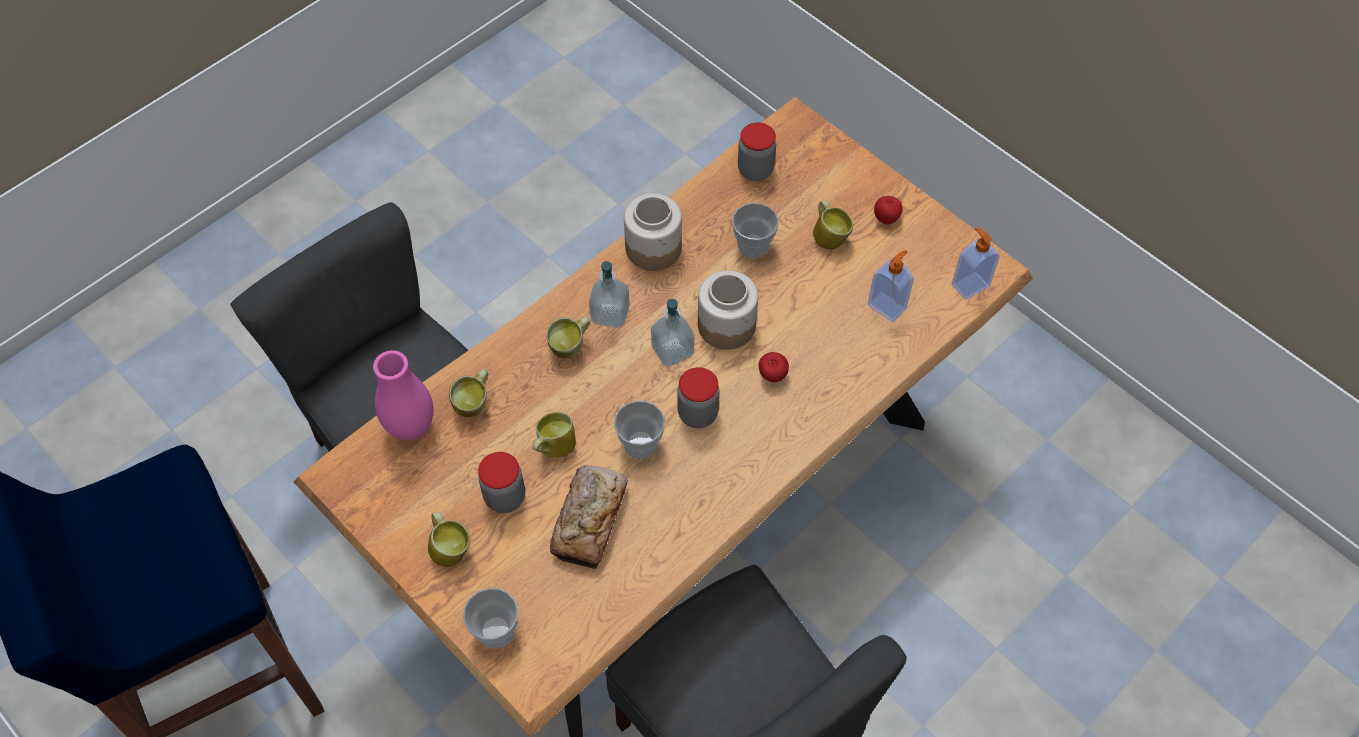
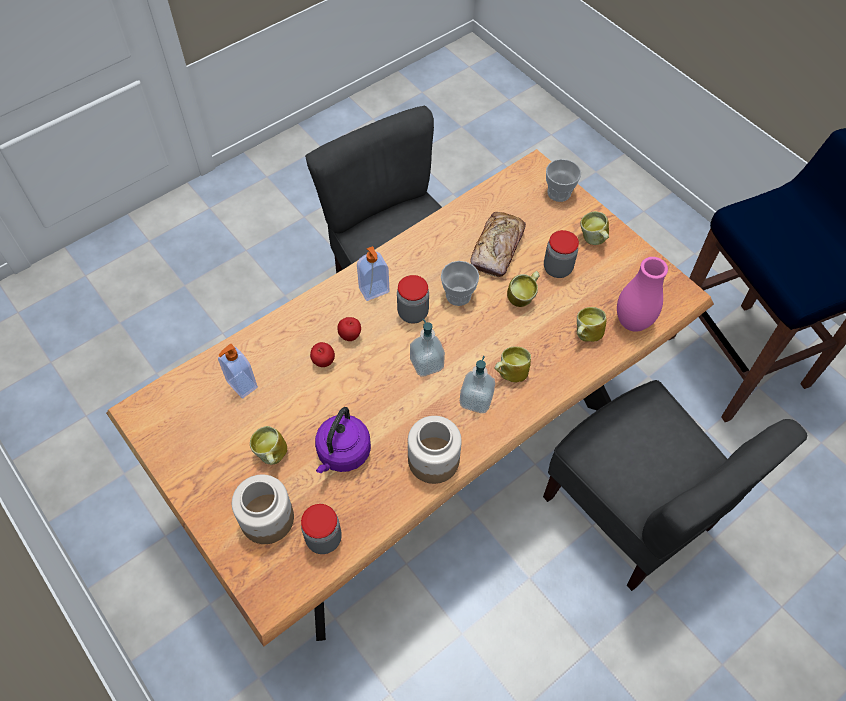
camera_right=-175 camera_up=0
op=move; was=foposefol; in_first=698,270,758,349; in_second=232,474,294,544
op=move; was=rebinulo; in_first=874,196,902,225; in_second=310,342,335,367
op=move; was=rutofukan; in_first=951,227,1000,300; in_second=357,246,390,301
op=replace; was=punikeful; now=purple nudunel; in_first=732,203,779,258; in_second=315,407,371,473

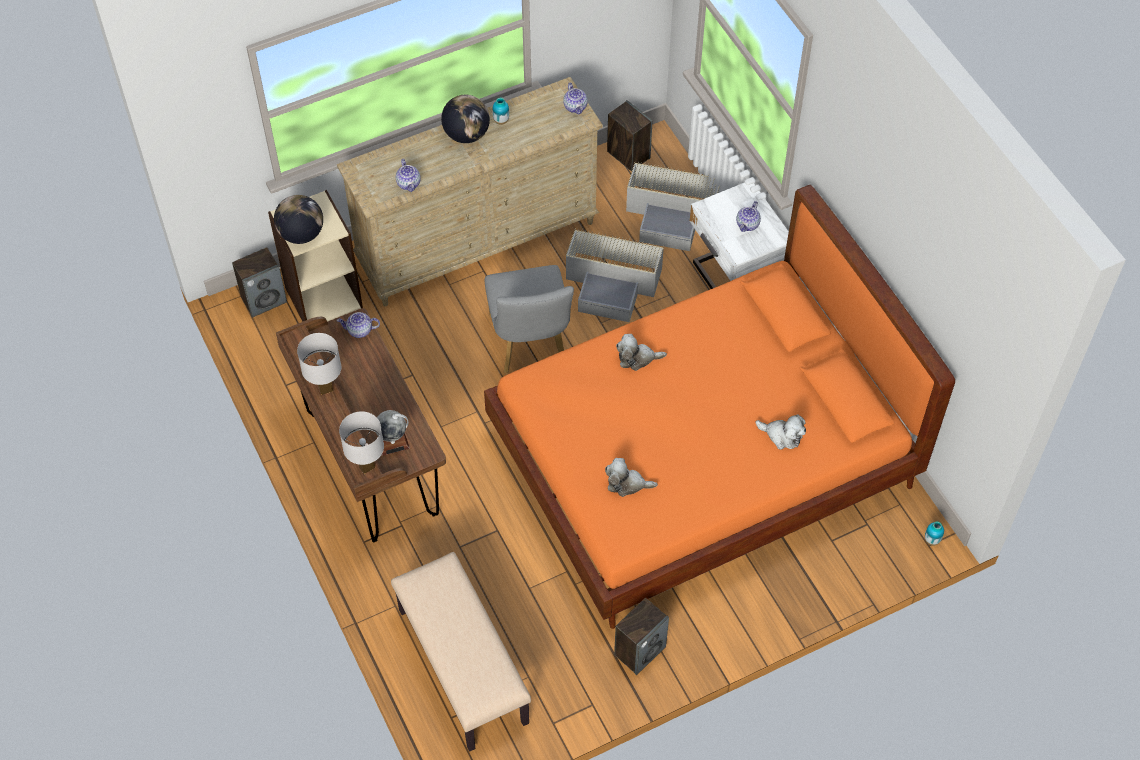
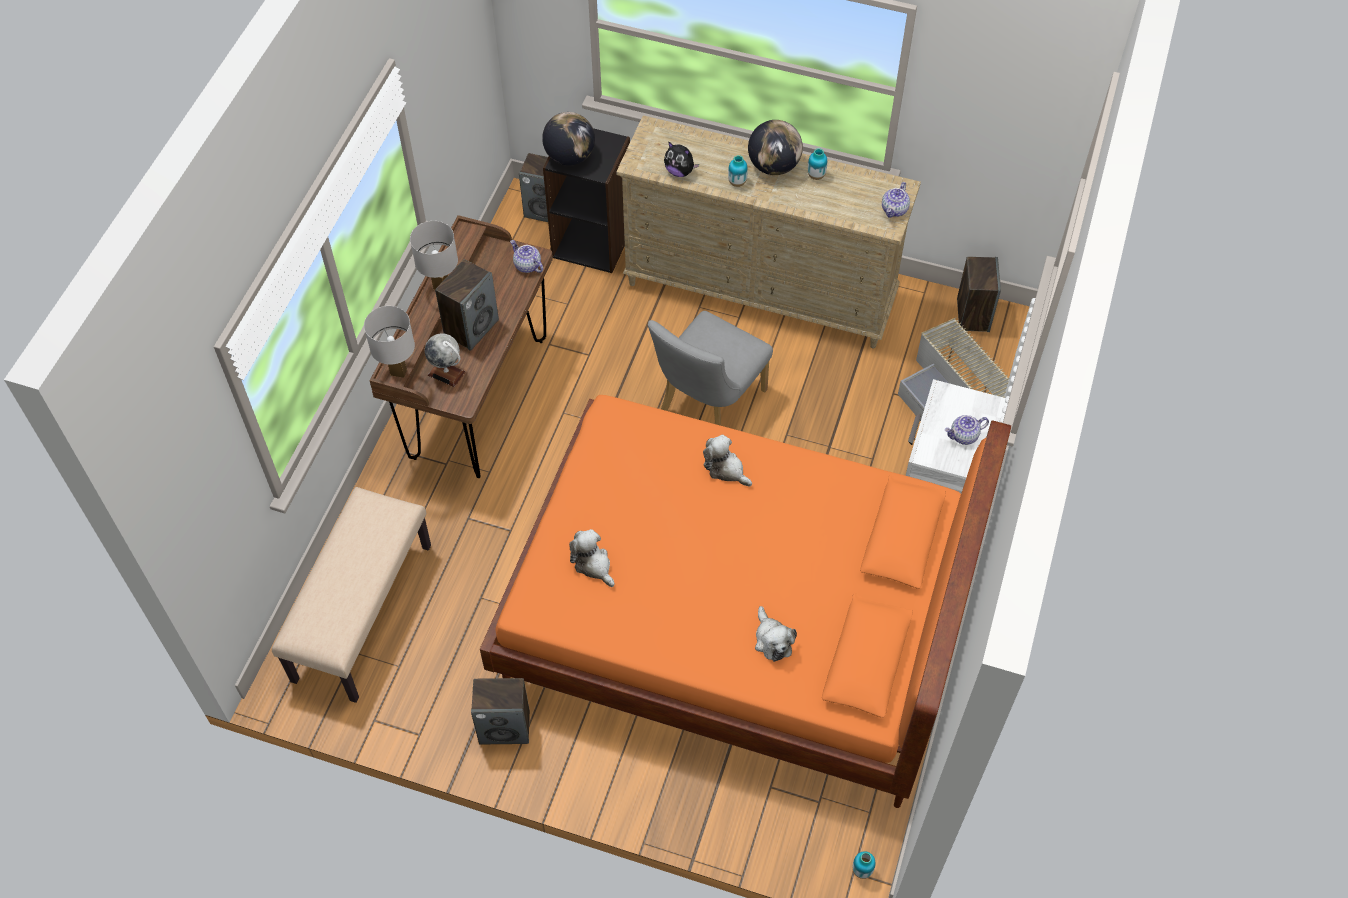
camera_right=45 camera_up=0
op=delete; was=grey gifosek; in_first=566,228,664,322
op=insert; now=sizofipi; in_second=435,259,499,351
op=insert; now=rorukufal; in_second=728,155,748,187
op=replace; was=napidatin; now=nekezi; in_first=396,159,421,192; in_second=664,142,699,177
op=recolor; was=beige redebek; now=black redebek; in_first=268,190,363,322; in_second=543,128,630,273

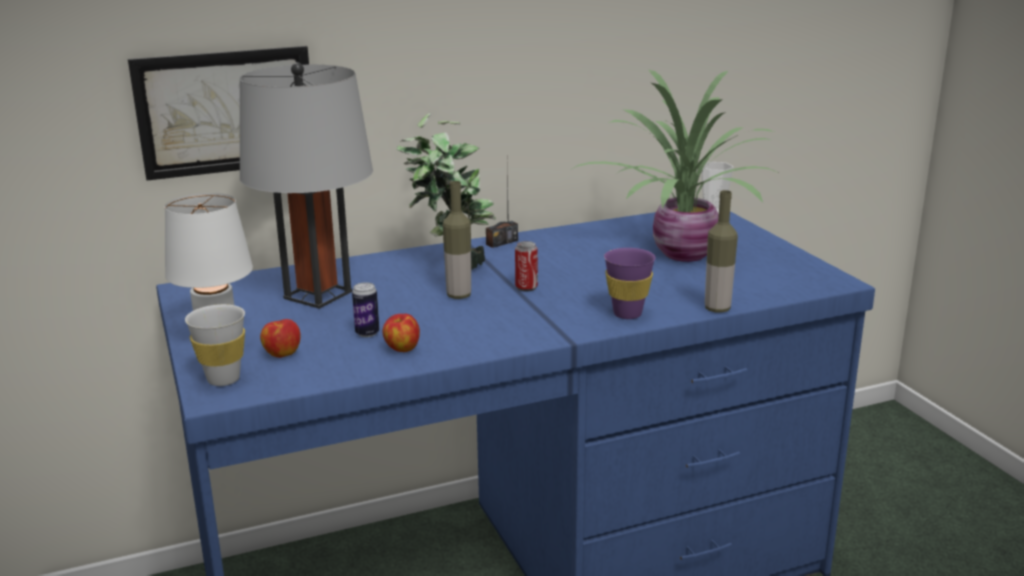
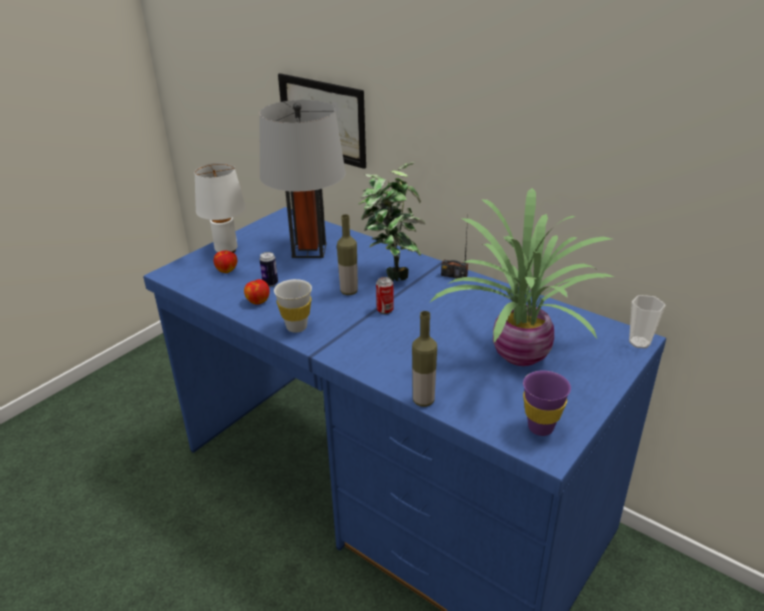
camera_right=60 camera_up=10
op=move; was=white punikeful; in_first=185,304,245,386; in_second=274,279,312,333
op=move; was=purple punikeful; in_first=604,248,656,319; in_second=523,371,571,436

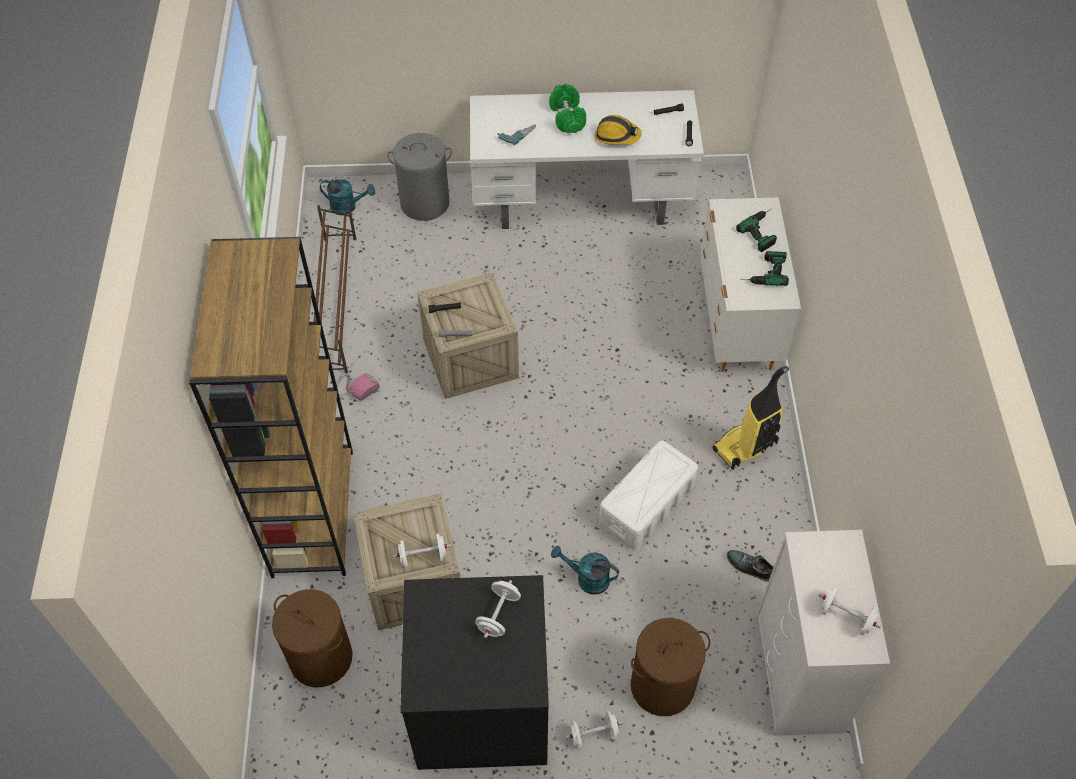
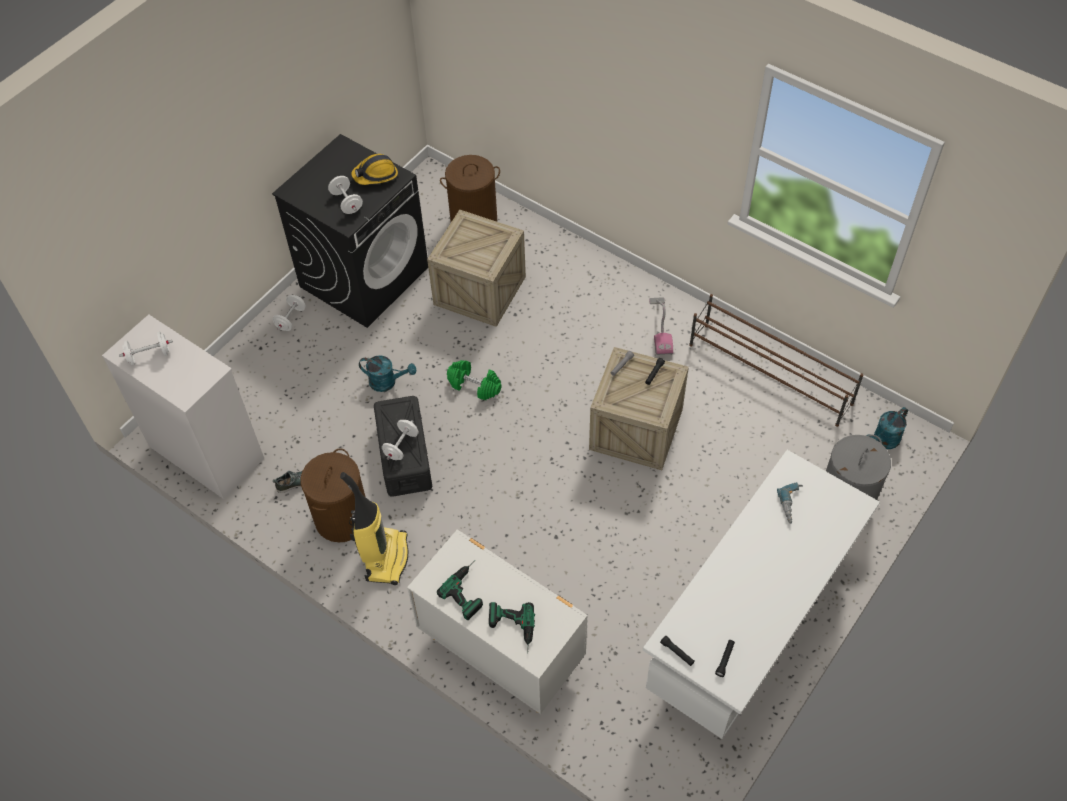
camera_right=130 camera_up=0
op=delete; was=brown redebek; in_first=189,237,353,578
op=move; was=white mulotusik; in_first=393,533,451,568; in_second=382,420,419,460
op=move; was=green mulotusik; in_first=549,84,586,133; in_second=447,360,502,400
op=move; was=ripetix; in_first=594,115,642,145; in_second=351,154,398,185
op=move; was=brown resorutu; in_first=631,618,710,716; in_second=300,448,366,542
op=recolor; was=white gifosek; now=black gifosek; in_first=599,441,698,550; in_second=374,396,432,497
op=rotate; was=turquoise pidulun; in_first=551,546,619,595; in_second=359,355,416,392; clockwise=45

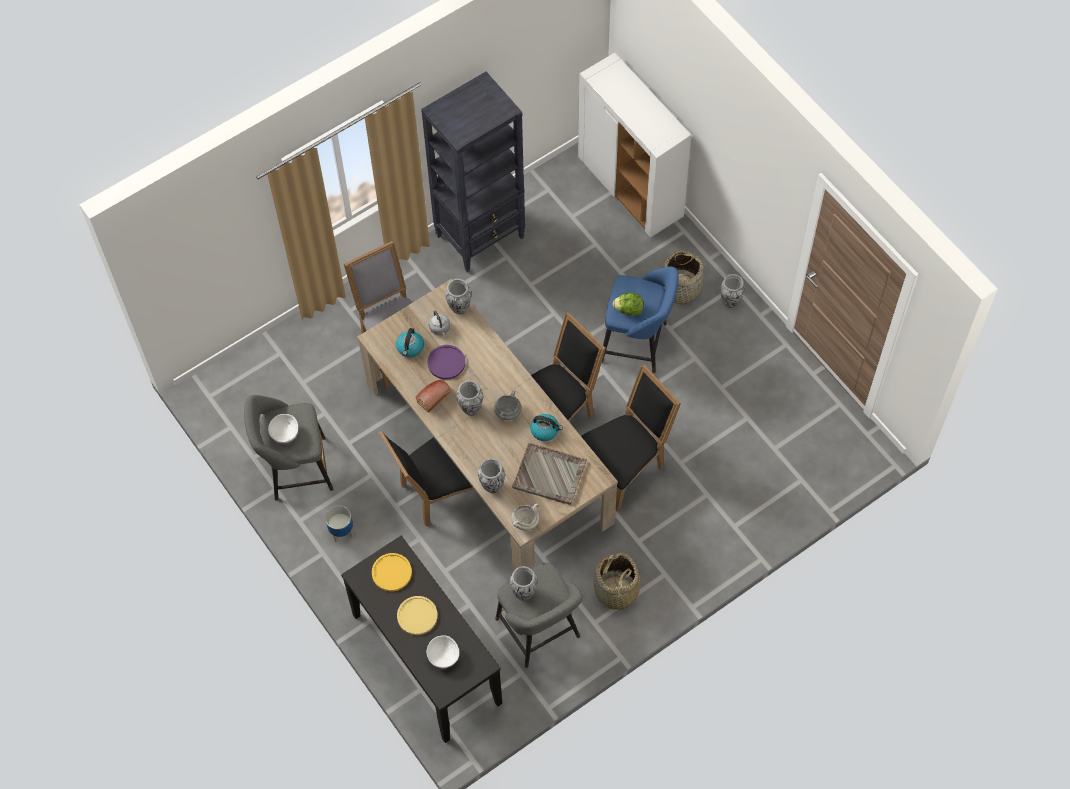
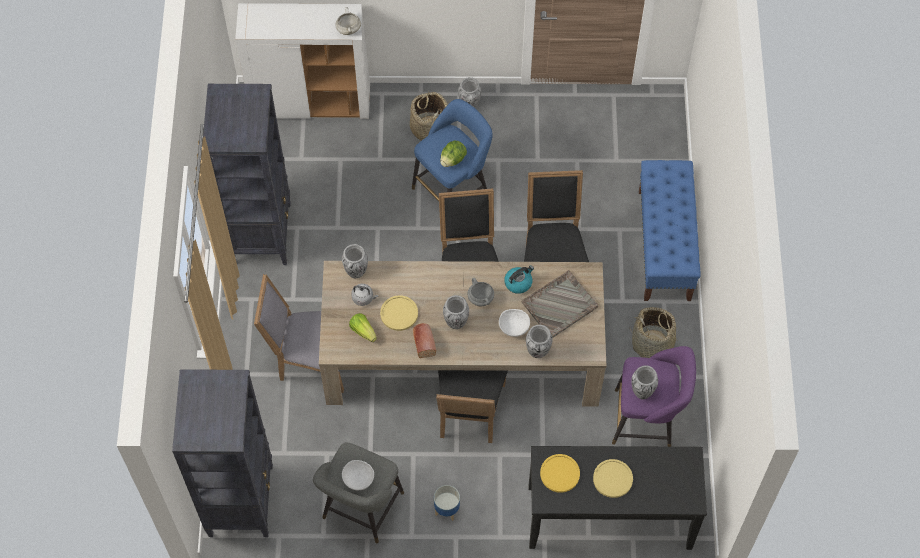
camera_right=-55 camera_up=0
op=insert; now=black redebek; in_second=172,369,273,538
op=insert; now=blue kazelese; in_second=639,160,700,301
op=move; was=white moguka; in_first=427,635,459,668; in_second=499,309,530,337
op=move; was=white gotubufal; in_first=511,503,539,531; in_second=335,7,361,35
op=replace; was=nudunel; now=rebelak; in_first=396,328,424,357; in_second=349,313,377,342
op=recolor; was=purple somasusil; now=yellow somasusil; in_first=428,345,465,380; in_second=380,295,418,331
op=recolor; was=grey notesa; now=purple notesa; in_first=495,562,583,668; in_second=612,346,696,447

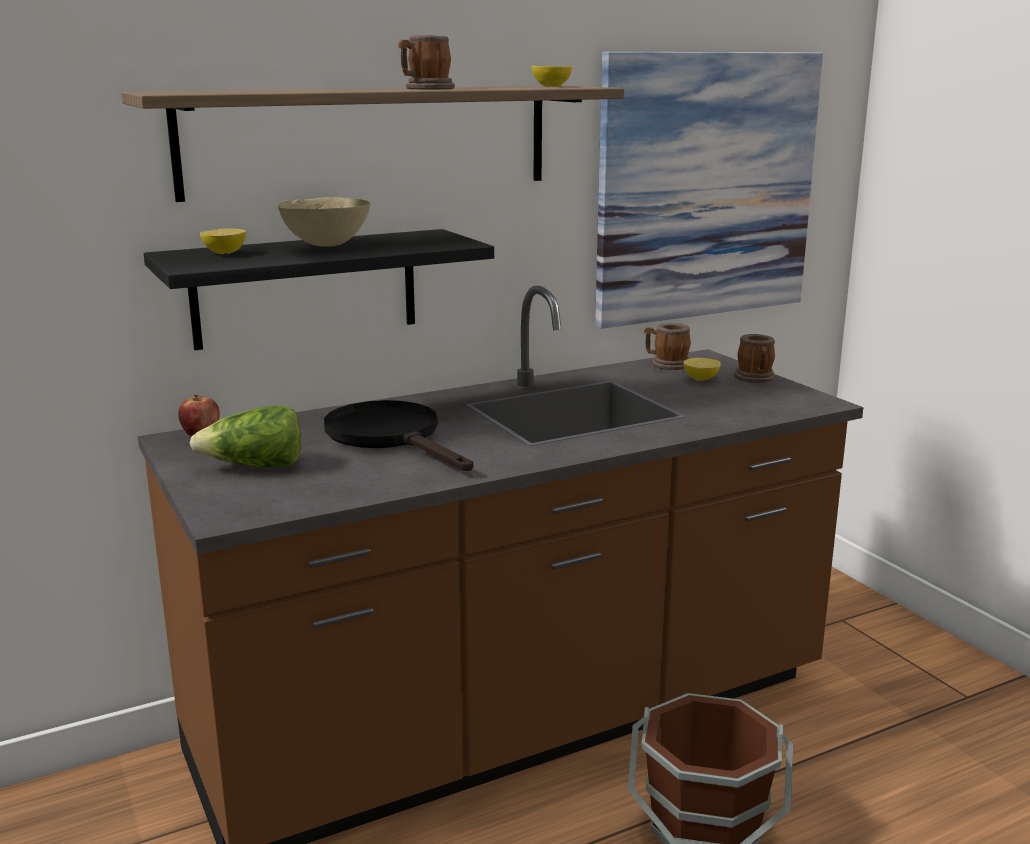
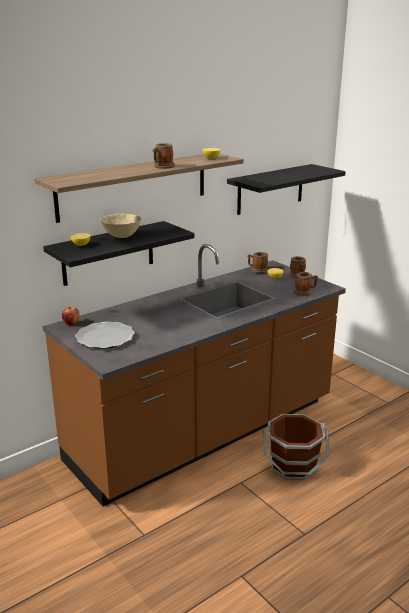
camera_right=-10 camera_up=5
op=delete; was=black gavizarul; in_first=324,400,473,471
op=insert; now=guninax; in_second=294,272,318,296
op=replace; was=rebelak; now=somasusil; in_first=190,405,301,467; in_second=75,321,135,349
op=replace; was=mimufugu; now=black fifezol; in_first=595,52,823,329; in_second=227,164,346,215

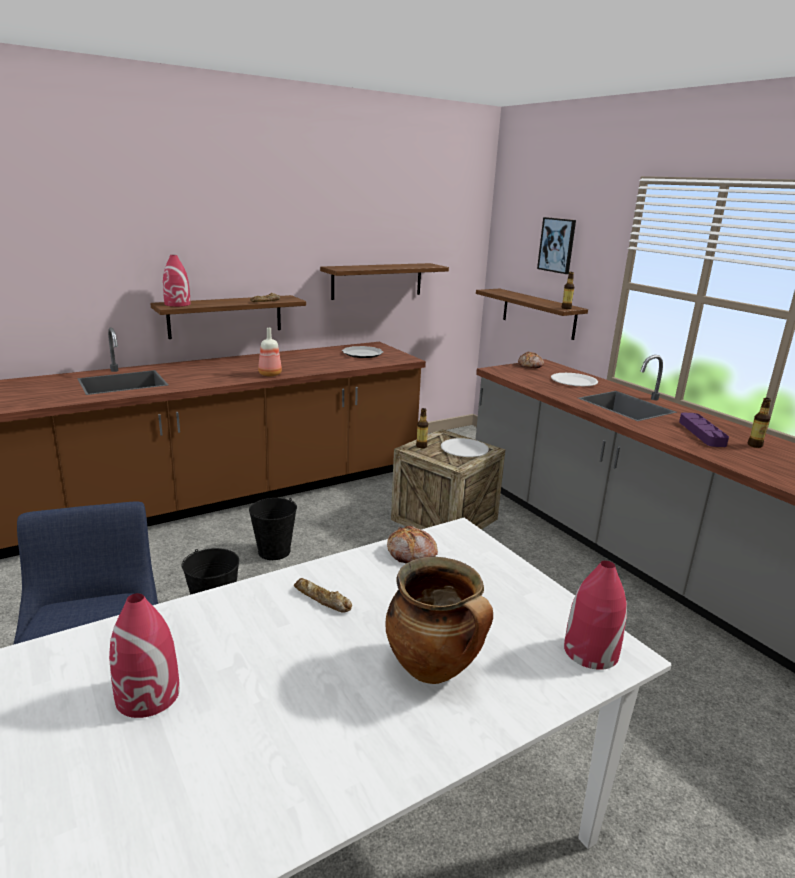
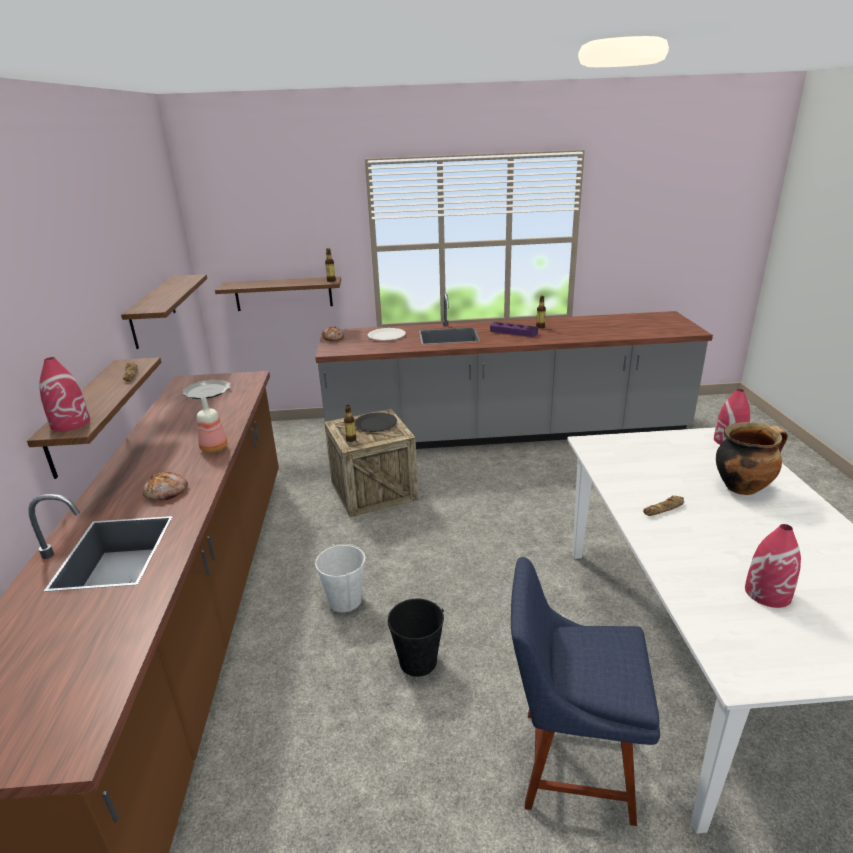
camera_right=-60 camera_up=5
op=delete; was=mimufugu; in_first=537,217,576,274
op=move; was=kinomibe; in_first=387,526,438,564; in_second=142,472,188,500
op=recolor; was=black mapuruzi; now=white mapuruzi; in_first=249,498,297,560; in_second=315,544,365,613
op=recolor; was=white somasusil; now=black somasusil; in_first=441,438,489,457; in_second=355,412,397,432

